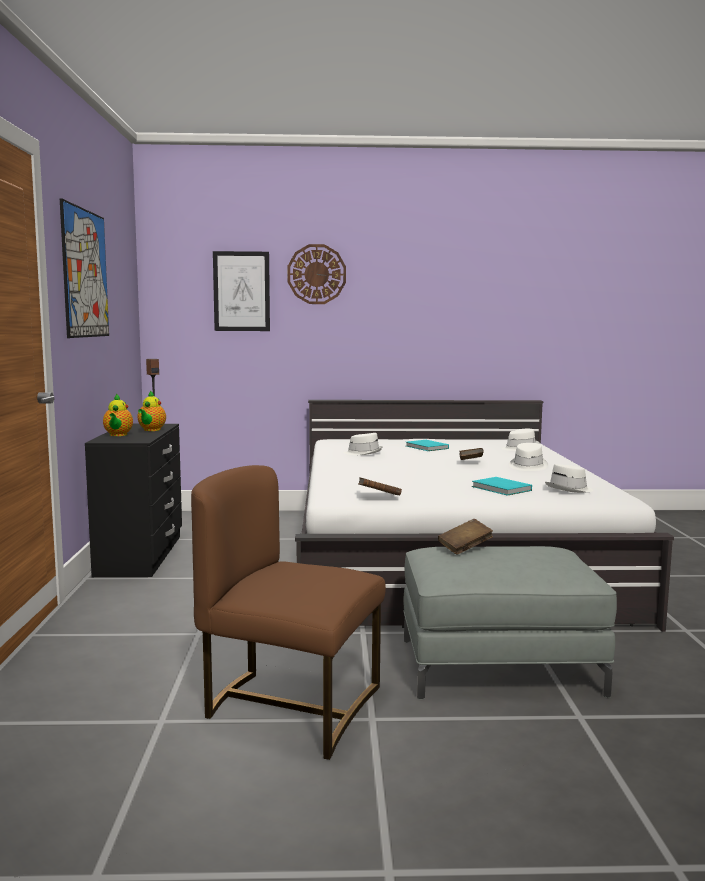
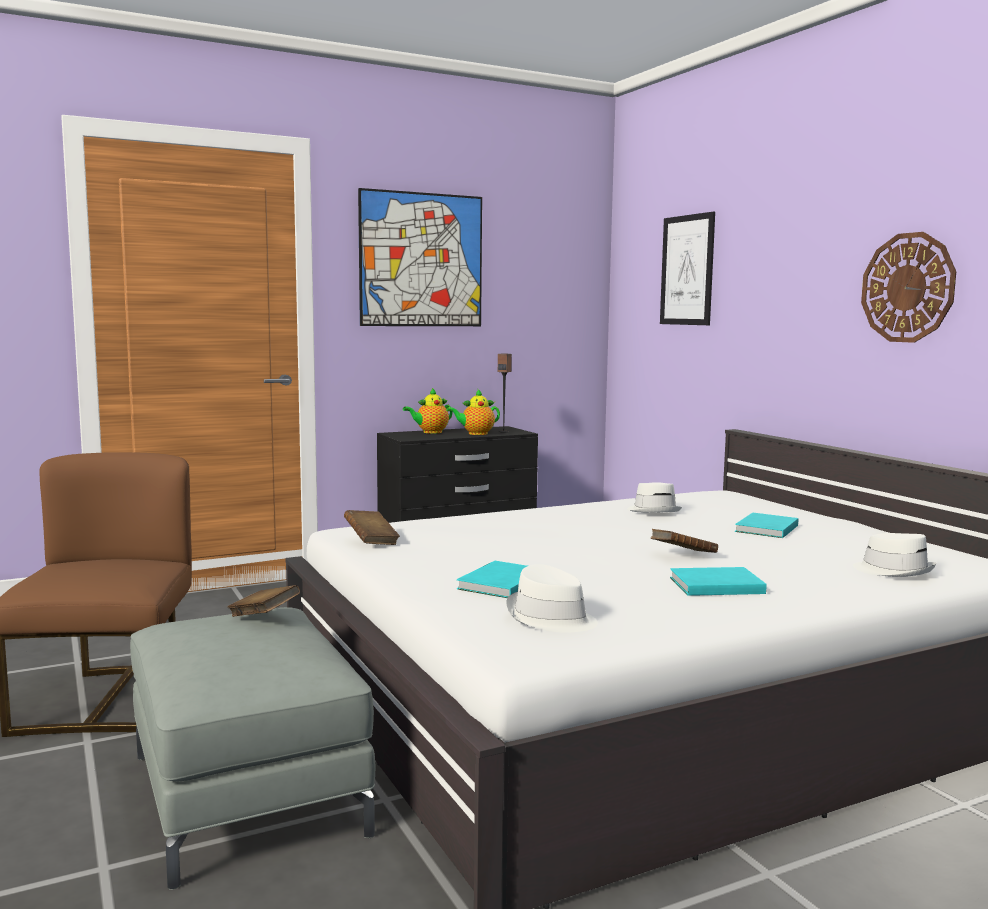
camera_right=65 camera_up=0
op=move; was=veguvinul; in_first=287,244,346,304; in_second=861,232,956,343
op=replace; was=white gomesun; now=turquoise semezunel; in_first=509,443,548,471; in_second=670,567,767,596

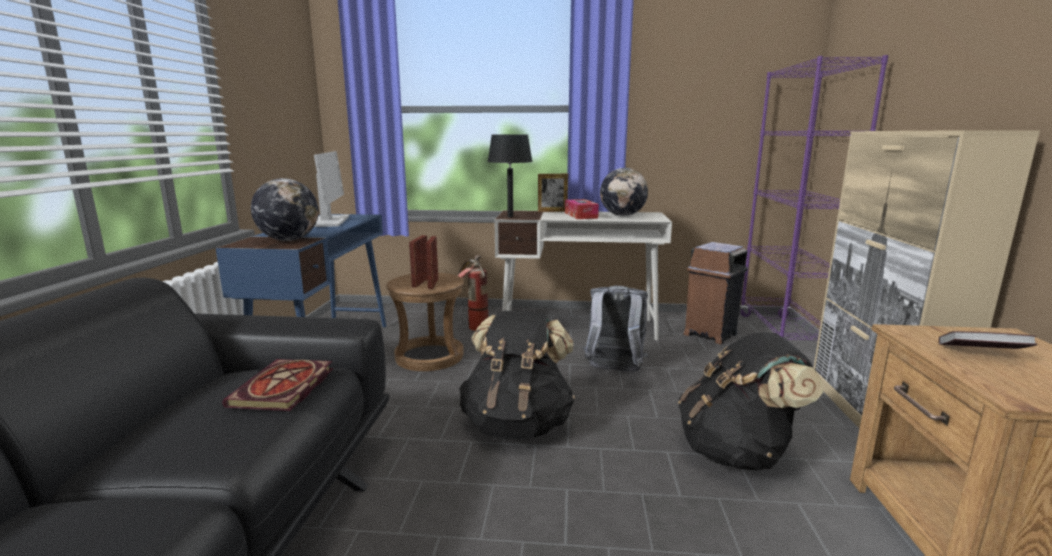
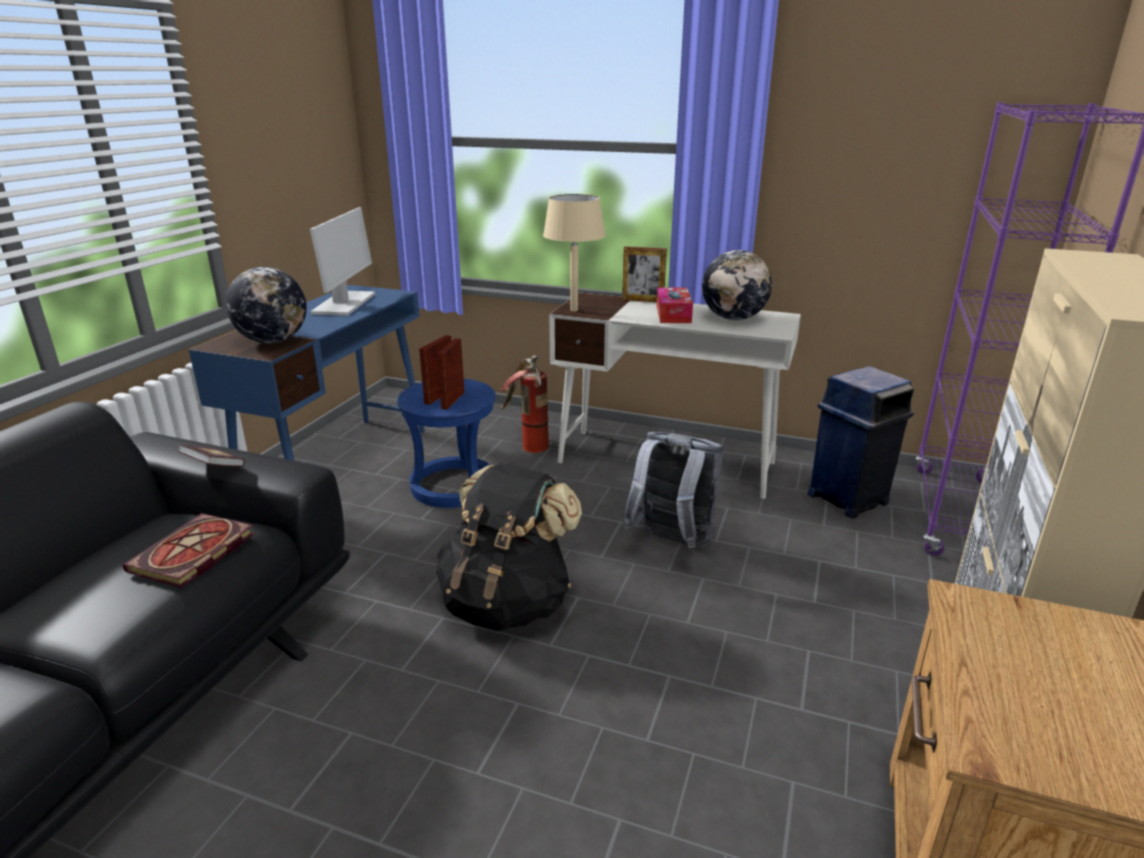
camera_right=15 camera_up=10
op=delete; was=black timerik; in_first=678,332,823,470
op=move; was=semezunel; in_first=939,331,1038,349; in_second=178,444,245,467
op=recolor; was=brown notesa; now=blue notesa; in_first=386,273,464,371; in_second=397,379,496,508
op=recolor; was=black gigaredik; now=beige gigaredik; in_first=487,135,533,218; in_second=543,194,606,311
op=recolor; was=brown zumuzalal; now=blue zumuzalal; in_first=684,242,748,344; in_second=807,366,914,518

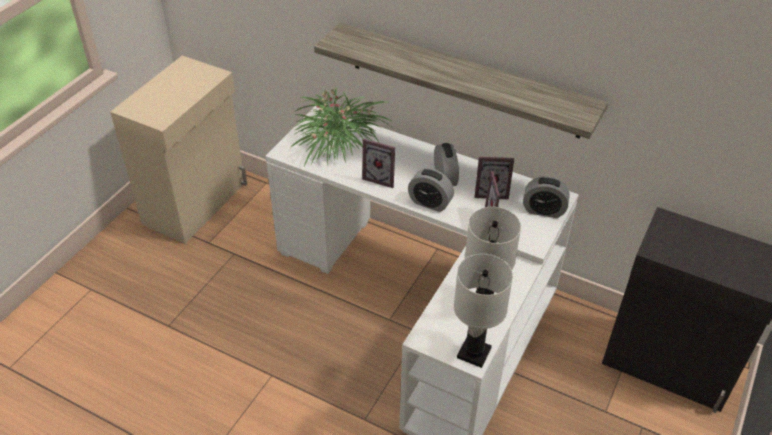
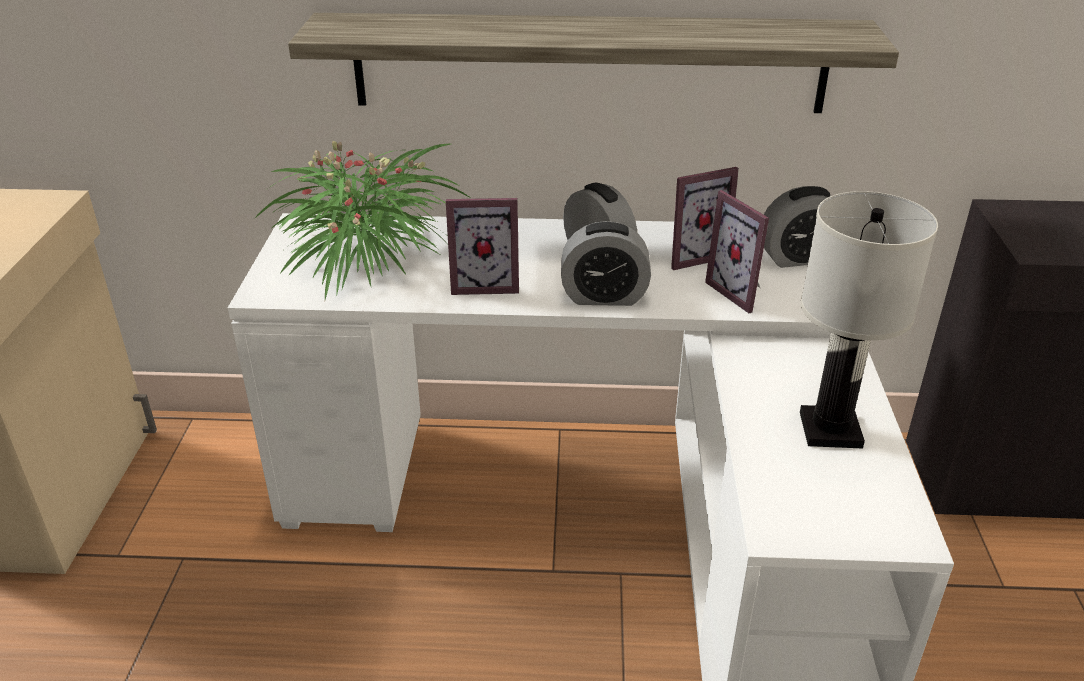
camera_right=-25 camera_up=-10
op=delete; was=white gigaredik; in_first=454,254,513,368

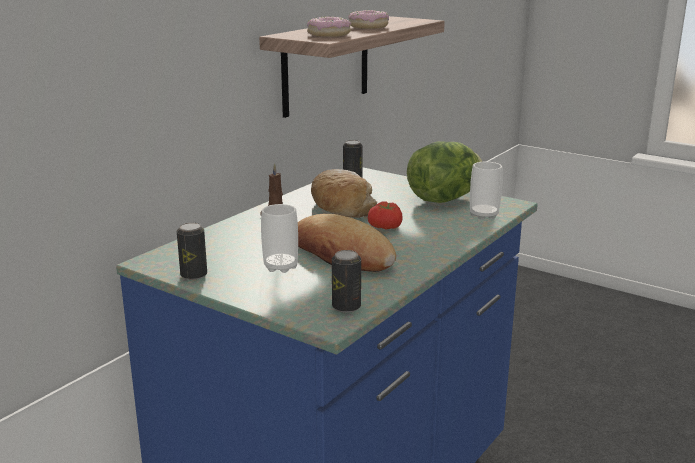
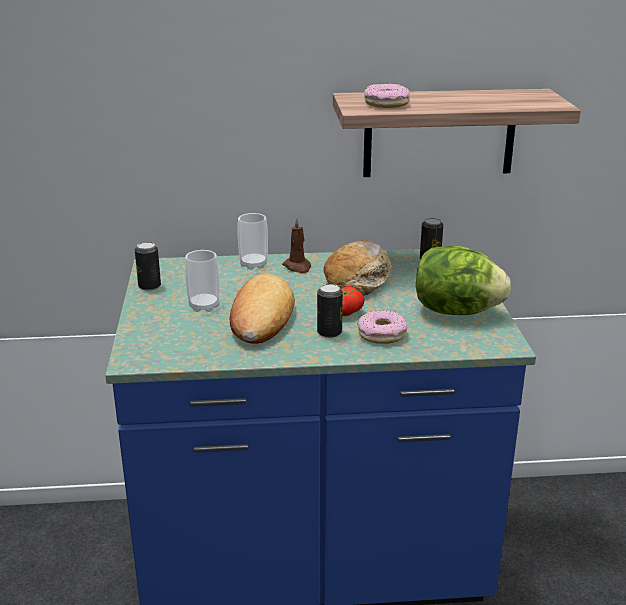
camera_right=50 camera_up=5
op=move; was=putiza; in_first=332,250,361,313; in_second=317,284,343,338
op=move; was=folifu; in_first=349,10,389,29; in_second=357,310,407,344
op=move; was=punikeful; in_first=470,162,503,220; in_second=238,213,268,270

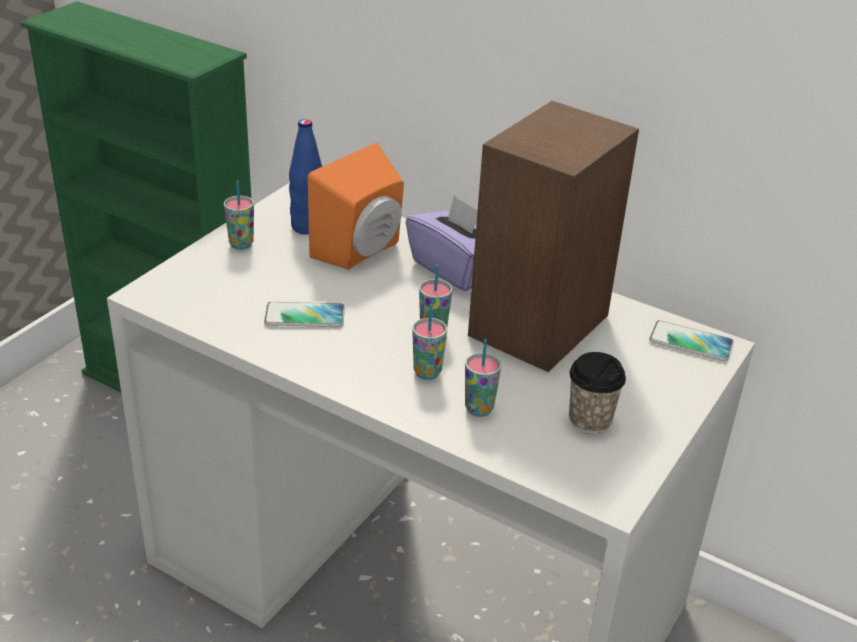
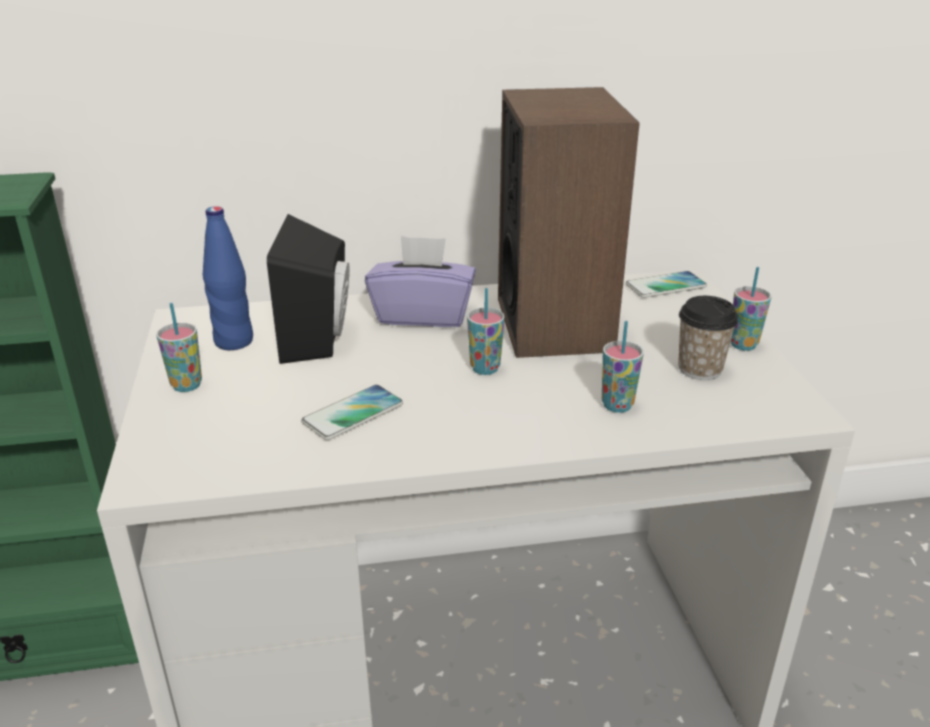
camera_right=-40 camera_up=-5
op=move; was=punikeful; in_first=412,304,447,380; in_second=731,267,771,351
op=recolor; was=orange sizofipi; now=black sizofipi; in_first=308,143,404,269; in_second=267,214,349,364

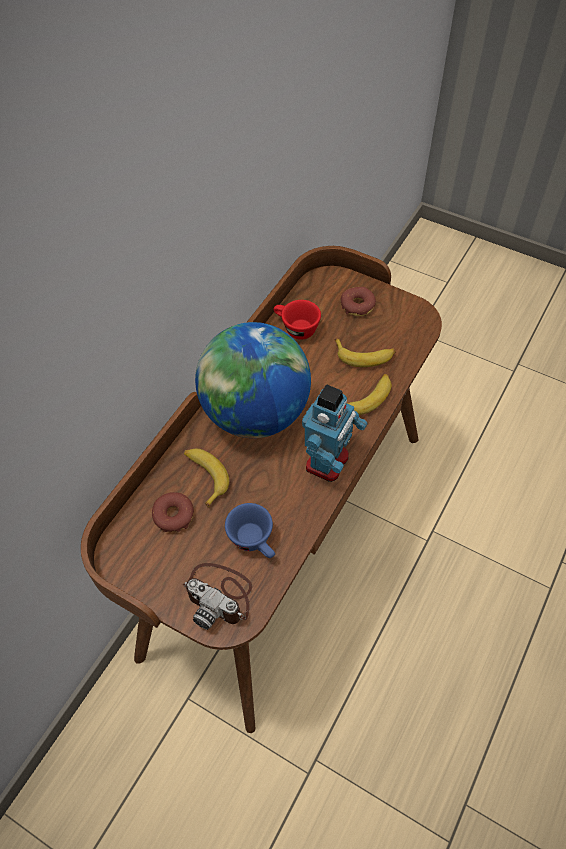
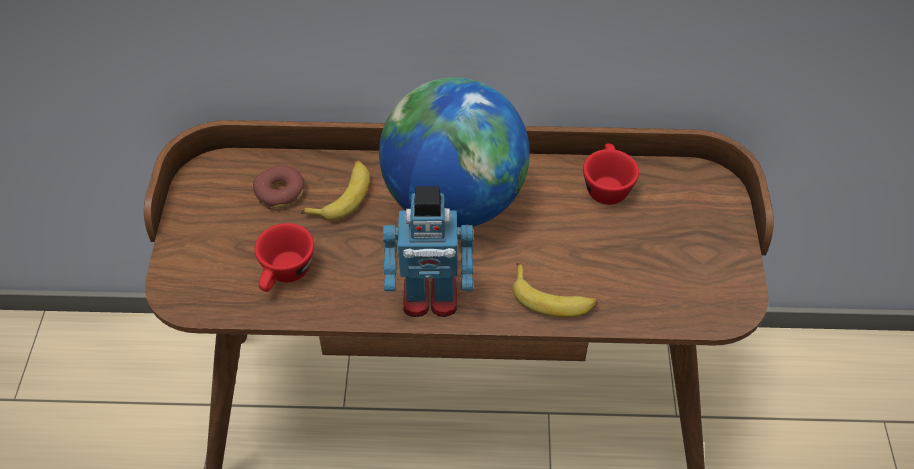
camera_right=60 camera_up=-5
op=delete; was=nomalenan; in_first=183,563,252,630
op=delete; was=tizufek; in_first=334,338,396,367
op=delete; was=folifu; in_first=341,287,376,316
op=recolor; was=blue punikeful; now=red punikeful; in_first=225,503,275,558; in_second=254,223,314,292

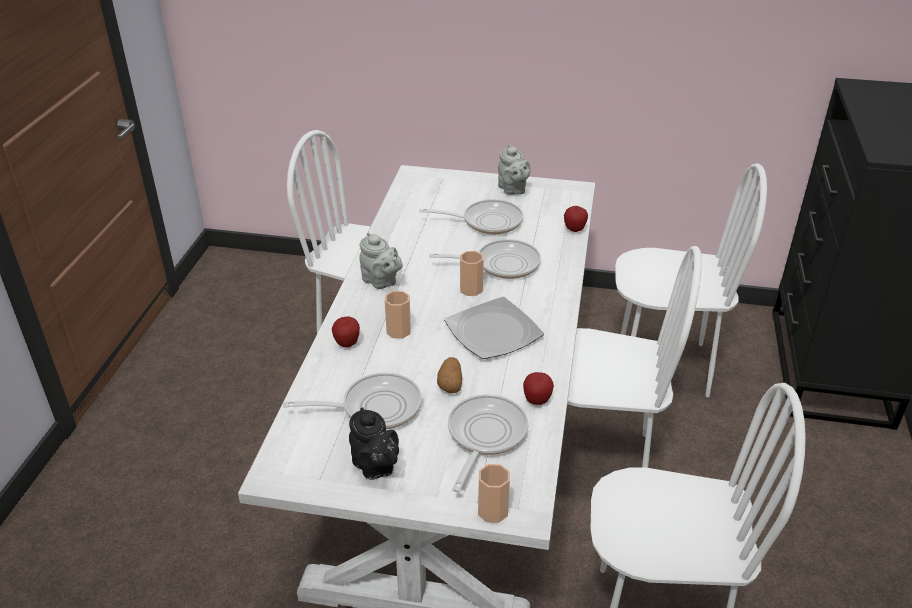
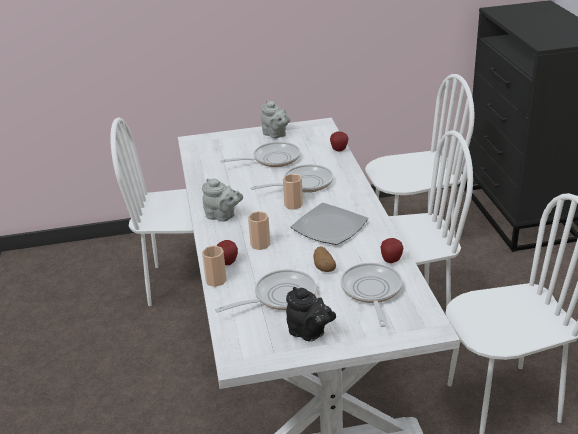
camera_right=-20 camera_up=-5
op=move; was=punikeful; in_first=478,464,510,523; in_second=202,246,227,287

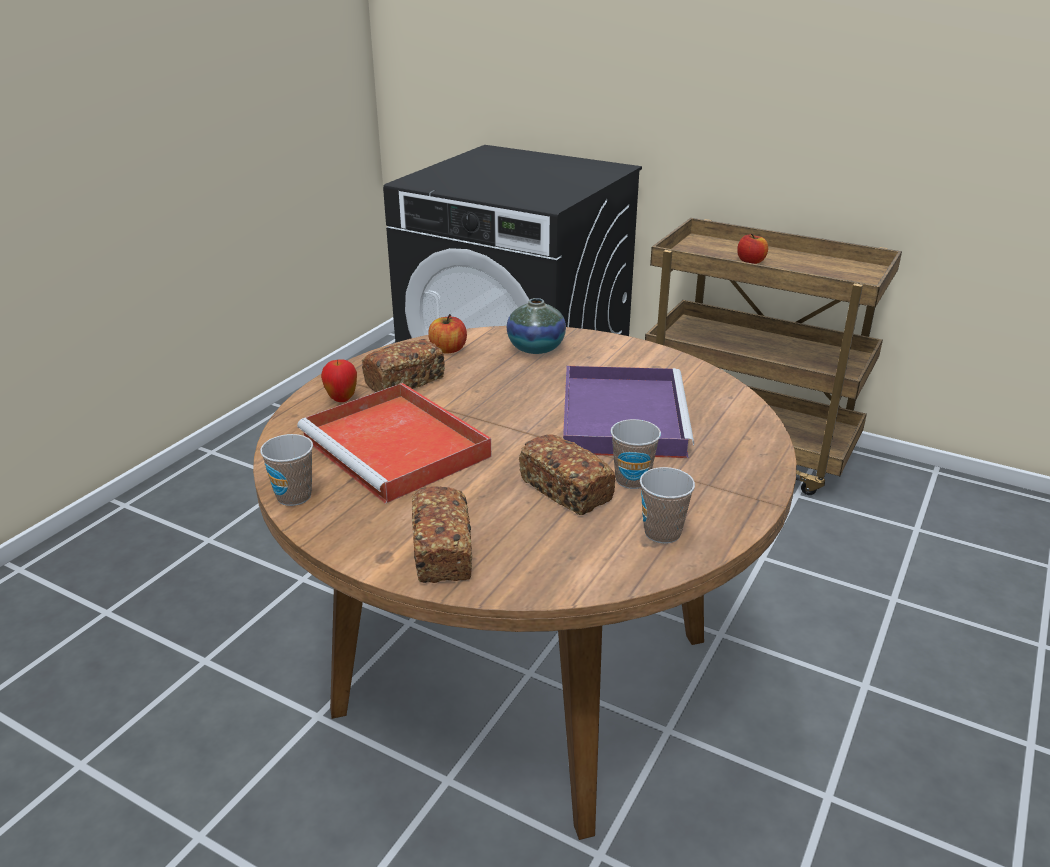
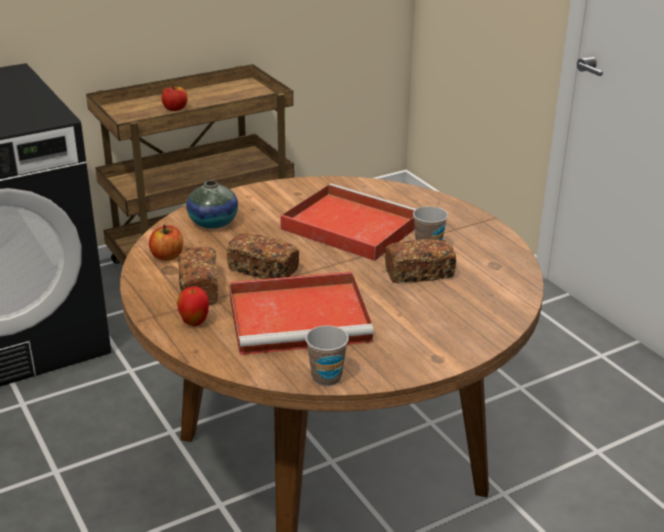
camera_right=-60 camera_up=0
op=delete; was=punikeful; in_first=640,467,695,544
op=move; was=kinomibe; in_first=412,486,472,583; in_second=227,233,299,279
op=recolor; was=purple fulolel; now=red fulolel; in_first=563,366,694,458; in_second=280,183,415,261

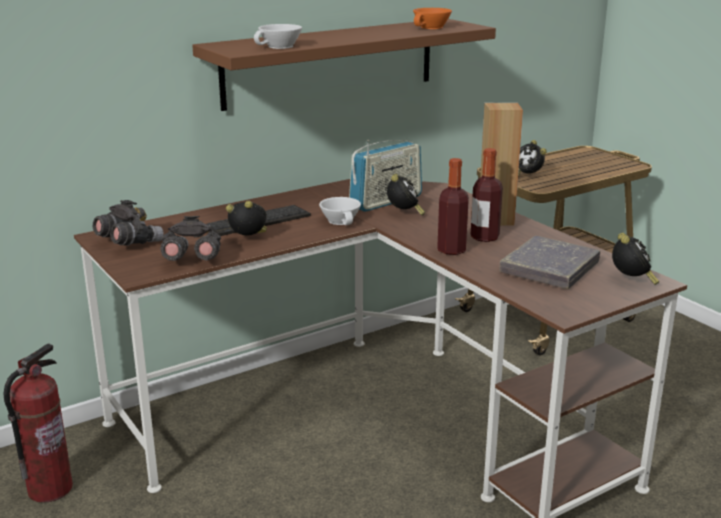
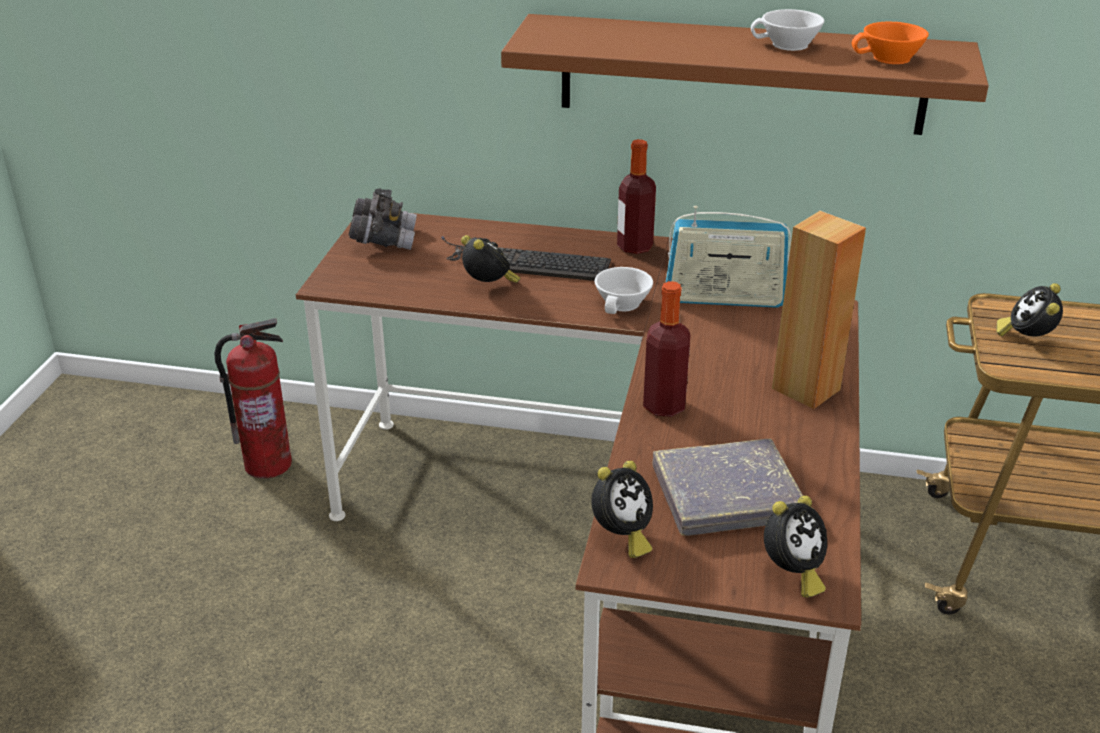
camera_right=45 camera_up=10
op=delete; was=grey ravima; in_first=160,216,221,261
op=move; was=white punikeful; in_first=254,24,302,49; in_second=751,9,824,51
op=move; was=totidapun; in_first=387,174,425,215; in_second=591,460,653,558
op=move; was=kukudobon; in_first=470,148,503,242; in_second=617,139,656,254

